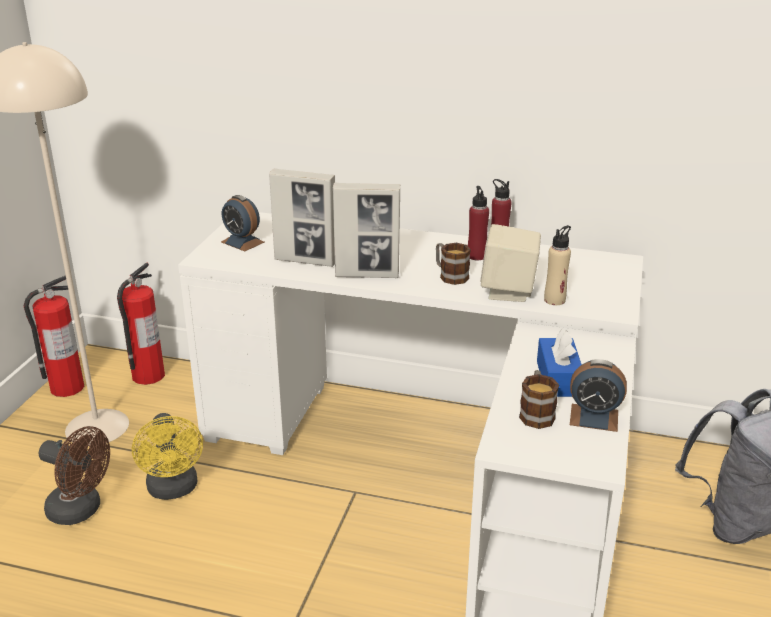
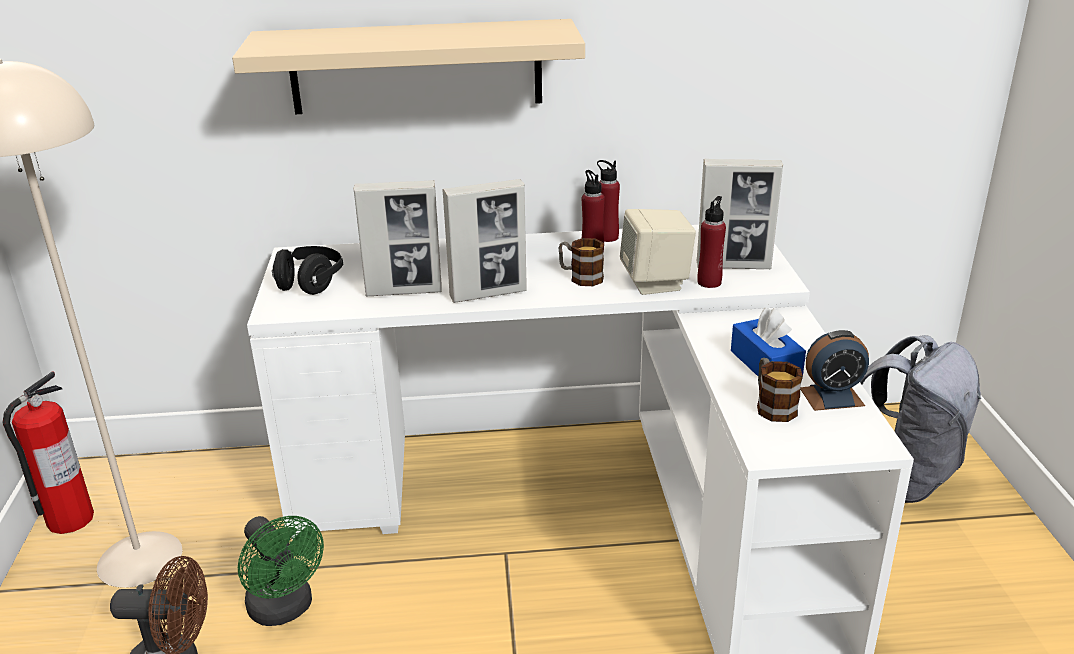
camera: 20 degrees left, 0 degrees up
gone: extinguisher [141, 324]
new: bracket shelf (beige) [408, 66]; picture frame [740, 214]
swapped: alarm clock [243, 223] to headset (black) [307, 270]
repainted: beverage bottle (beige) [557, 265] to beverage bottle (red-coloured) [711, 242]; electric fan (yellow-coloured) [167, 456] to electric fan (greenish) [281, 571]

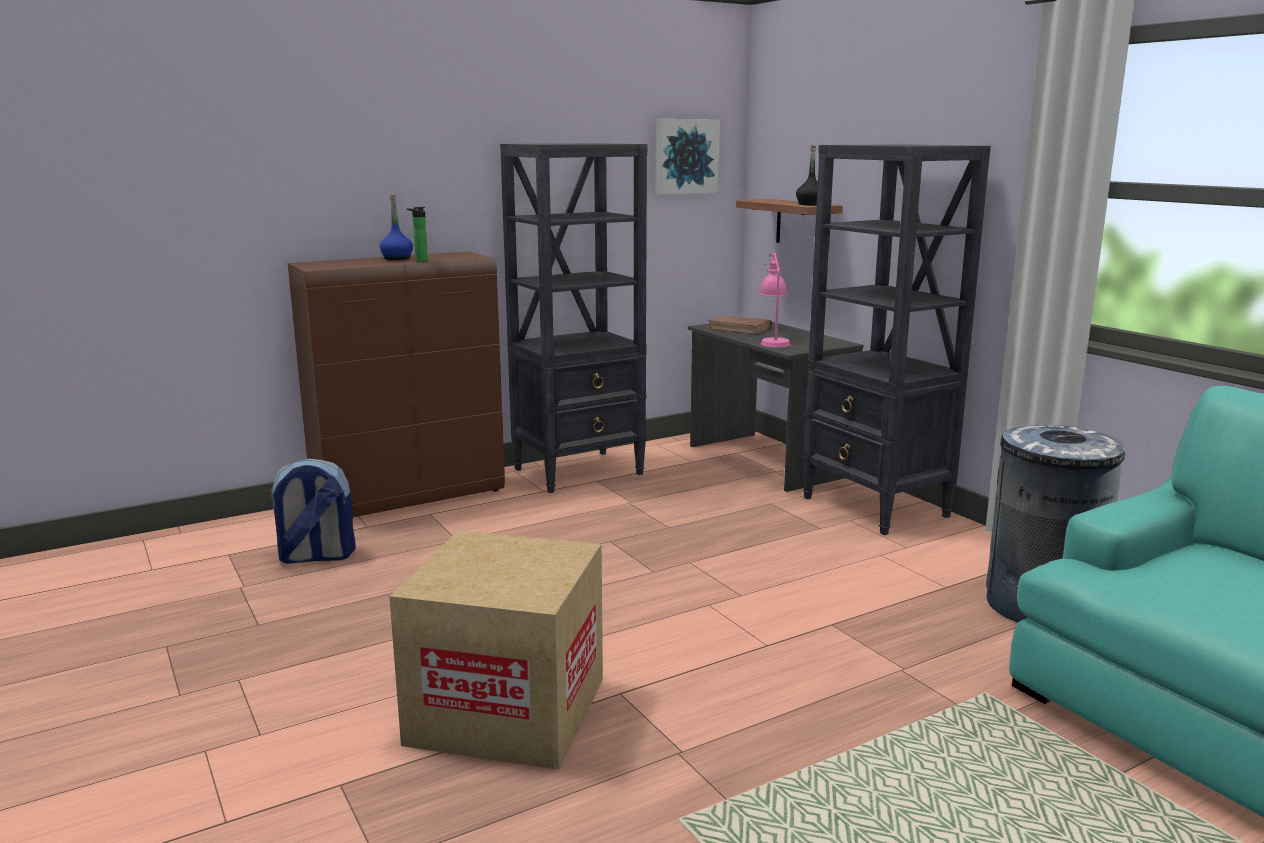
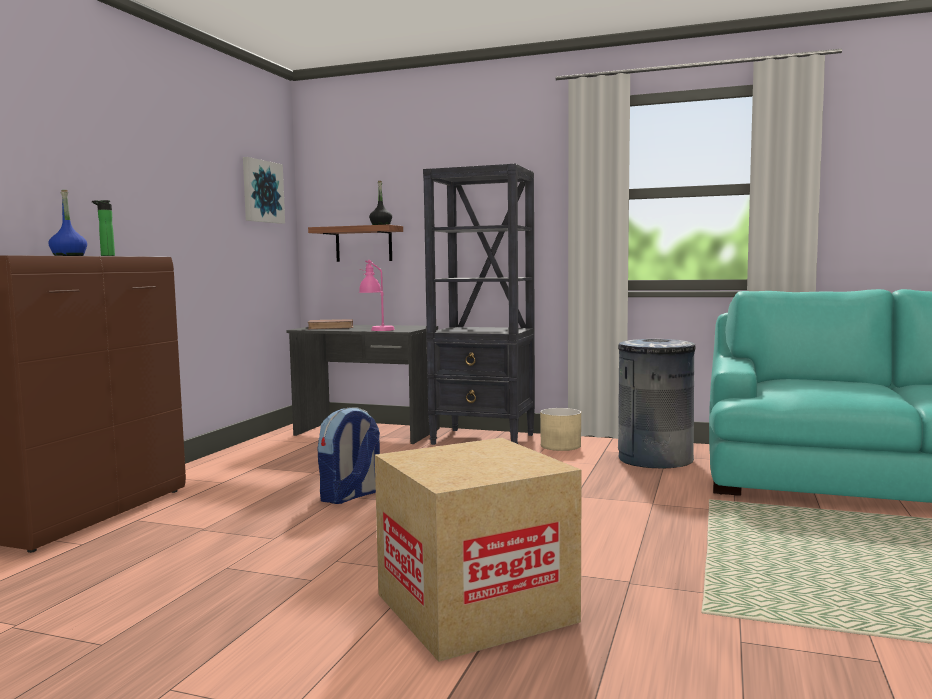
camera: 40 degrees left, 10 degrees down
gone: shelving unit (black) [573, 318]
new: planter (beige) [560, 429]
shifted: backpack [312, 511] to [349, 455]

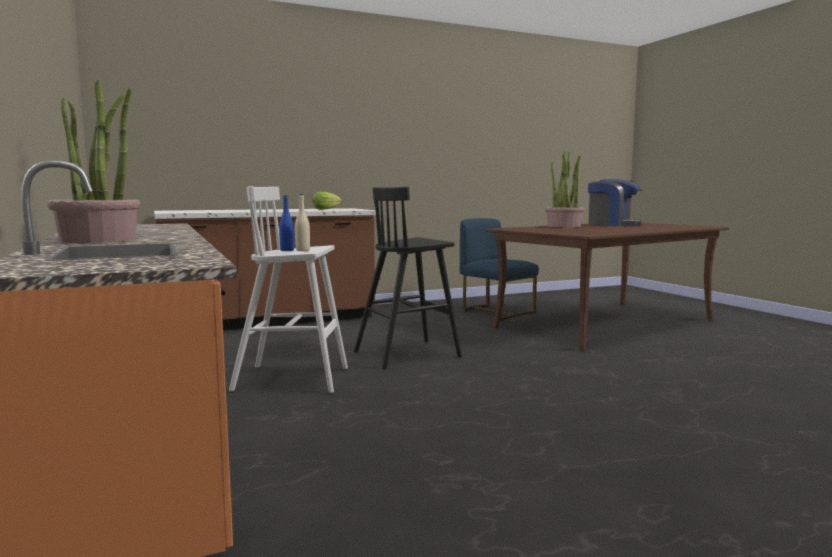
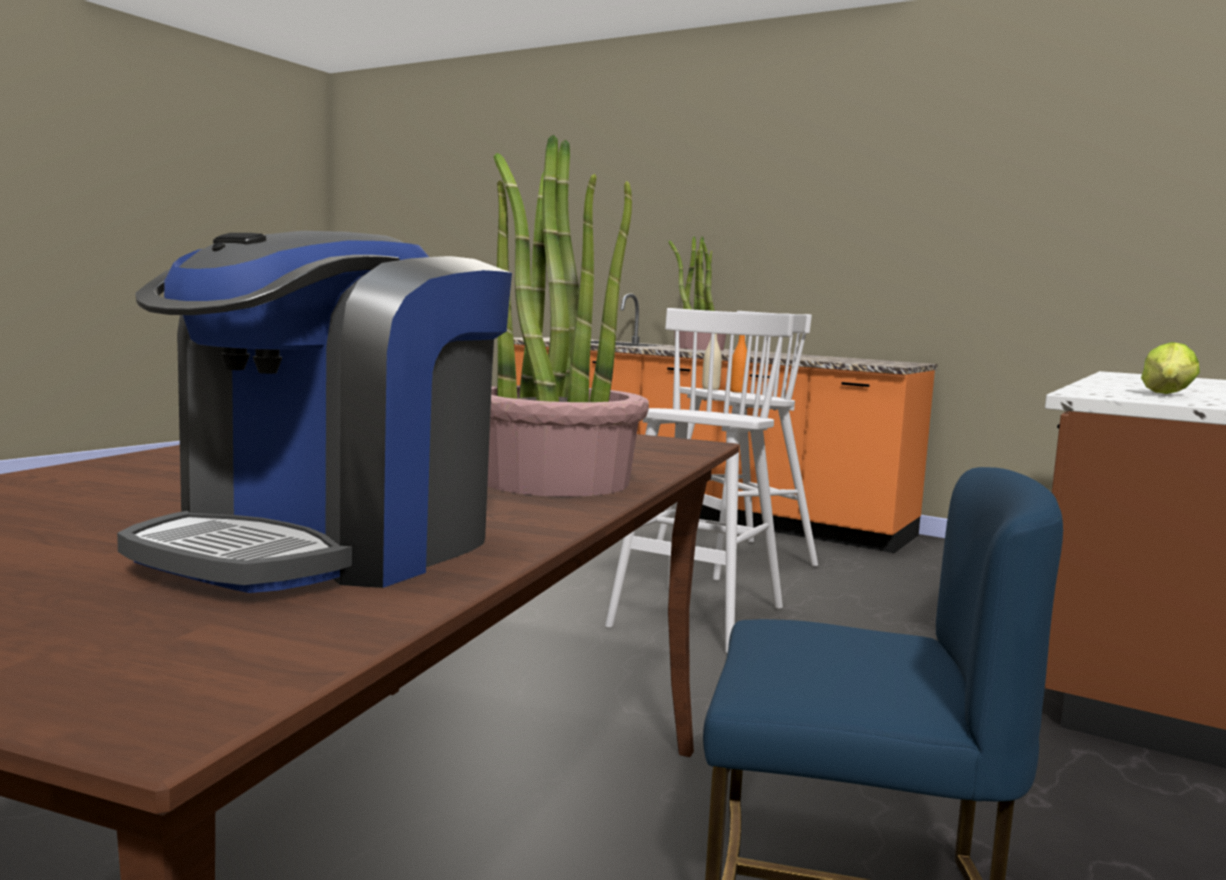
camera: 145 degrees right, 0 degrees up
repainted: stool seat (black) [408, 278] to stool seat (white-coloured) [699, 480]; beverage bottle (blue) [286, 223] to beverage bottle (orange-coloured) [739, 364]
rotated: coffee brewer [615, 202] = [314, 412] 60 degrees counterclockwise

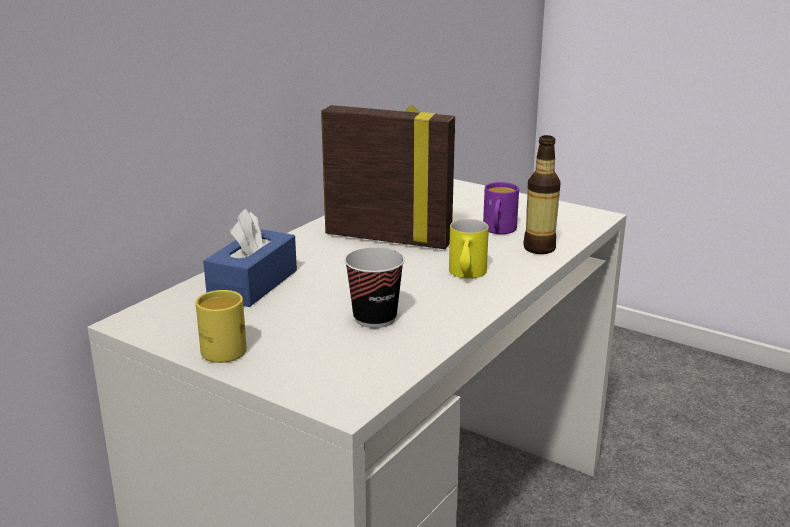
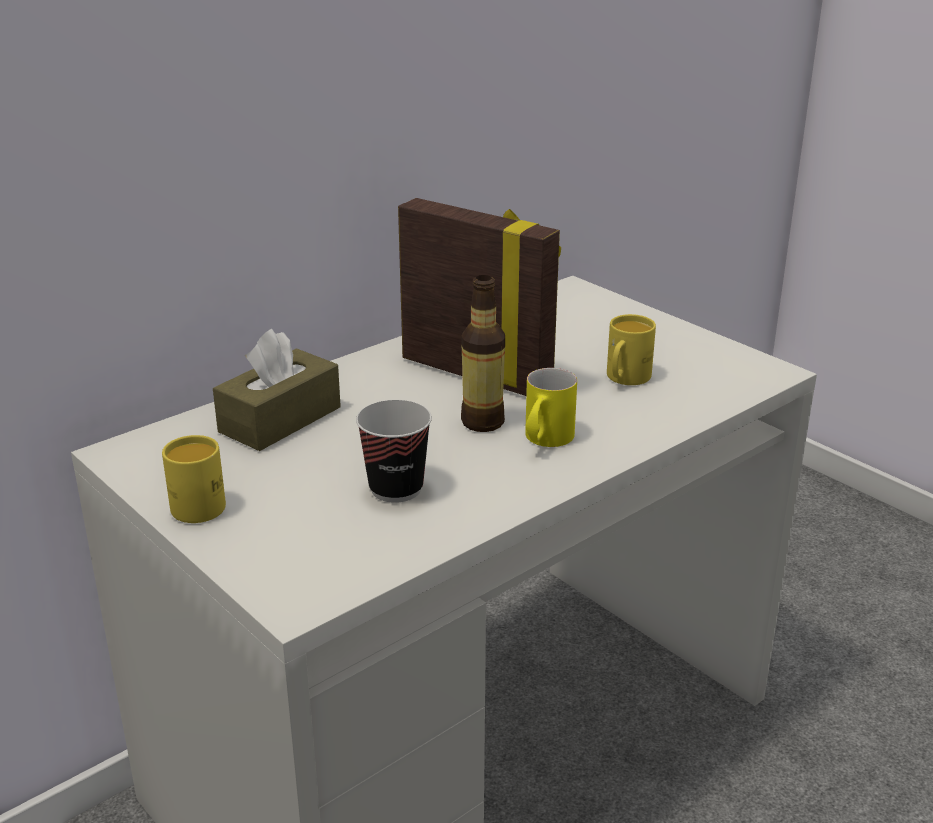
camera: 15 degrees right, 5 degrees up
shifted: beverage bottle [541, 194] to [483, 353]
repainted: tea mug (purple) [501, 208] to tea mug (yellow-coloured) [631, 349]; tissue box (blue) [250, 258] to tissue box (brown-coloured) [277, 390]

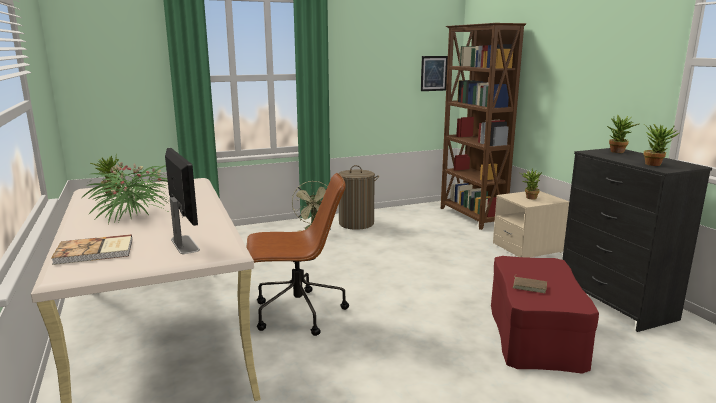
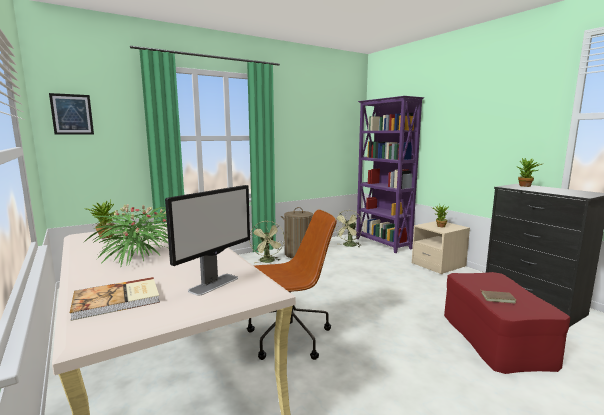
camera: 10 degrees left, 5 degrees down
gone: plant in a pot [661, 145]
new: electric fan (greenish) [349, 228]
shifted: wall art [434, 73] to [71, 114]
repainted: shelving unit (brown-coloured) [483, 126] to shelving unit (purple) [390, 174]
rotated: monitor [182, 201] = [207, 240] 75 degrees clockwise

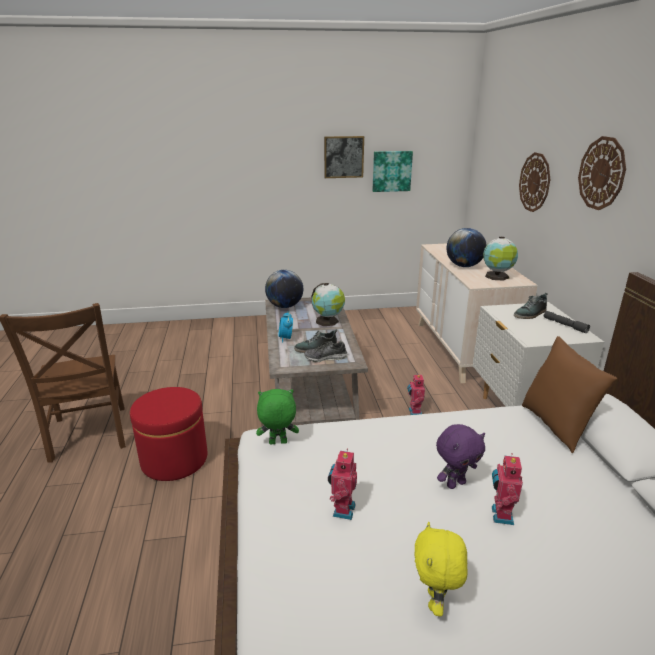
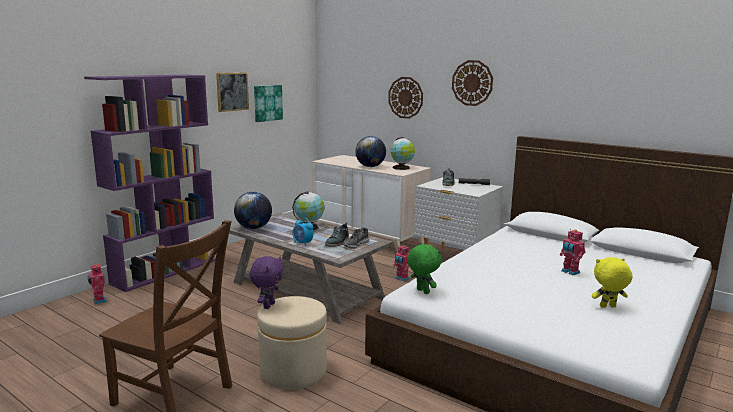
camera: 45 degrees left, 10 degrees down
gone: pillow (brown-coloured) [569, 394]
new: shelving unit (purple) [150, 183]
shifted: soft toy (purple) [460, 456] to [267, 282]; robot figure [342, 484] to [97, 284]
repainted: pouffe (red-coloured) [169, 434] to pouffe (beige) [292, 343]
rotated: soft toy (greenish) [277, 417] = [424, 268] 105 degrees clockwise; soft toy (yellow-coloured) [441, 569] = [612, 282] 120 degrees clockwise

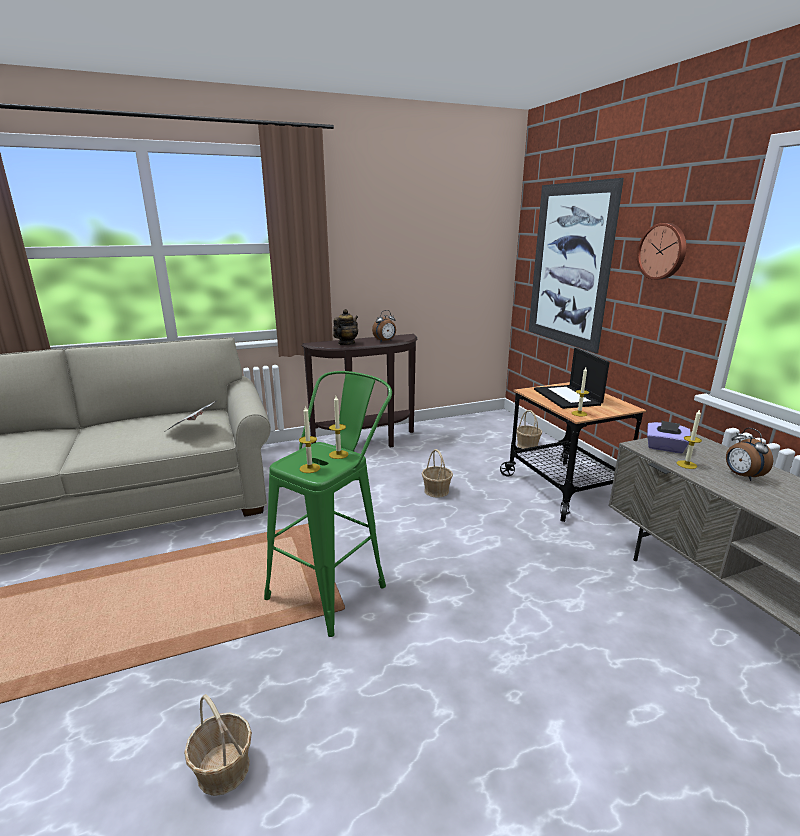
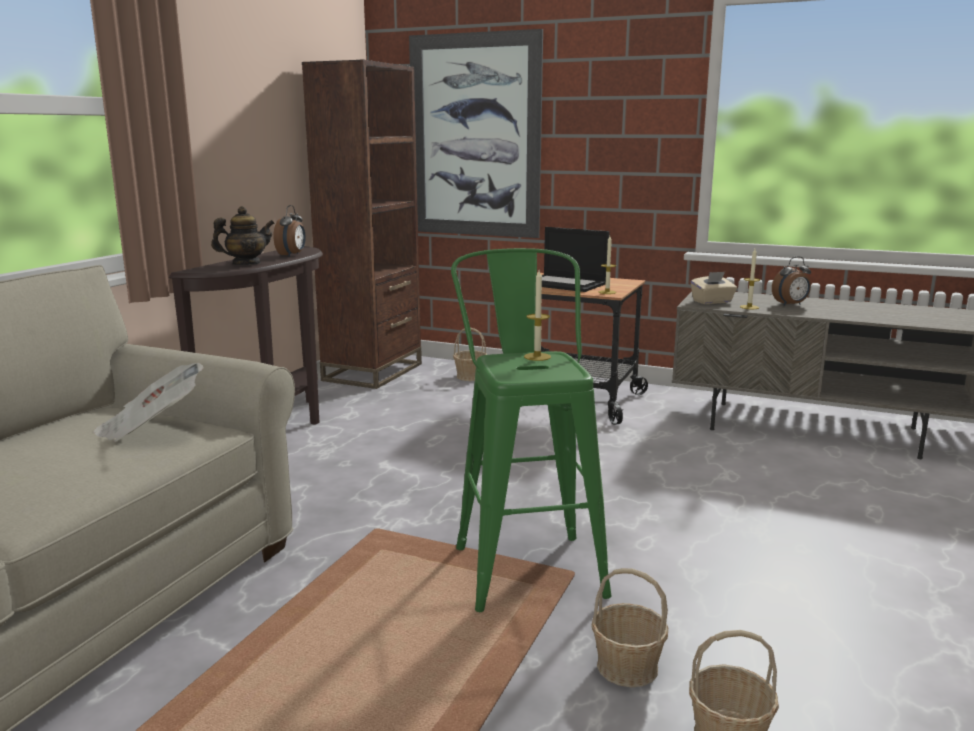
camera: 45 degrees left, 5 degrees down
gone: wall clock [661, 251]; candle [309, 439]
new: shelving unit (brown-coloured) [362, 224]
shifted: basket [437, 473] to [629, 627]
repainted: tissue box (purple) [668, 437] to tissue box (beige) [713, 288]
rotated: tea pot [345, 327] = [243, 235] 75 degrees clockwise; alarm clock [749, 454] = [791, 281] 45 degrees counterclockwise

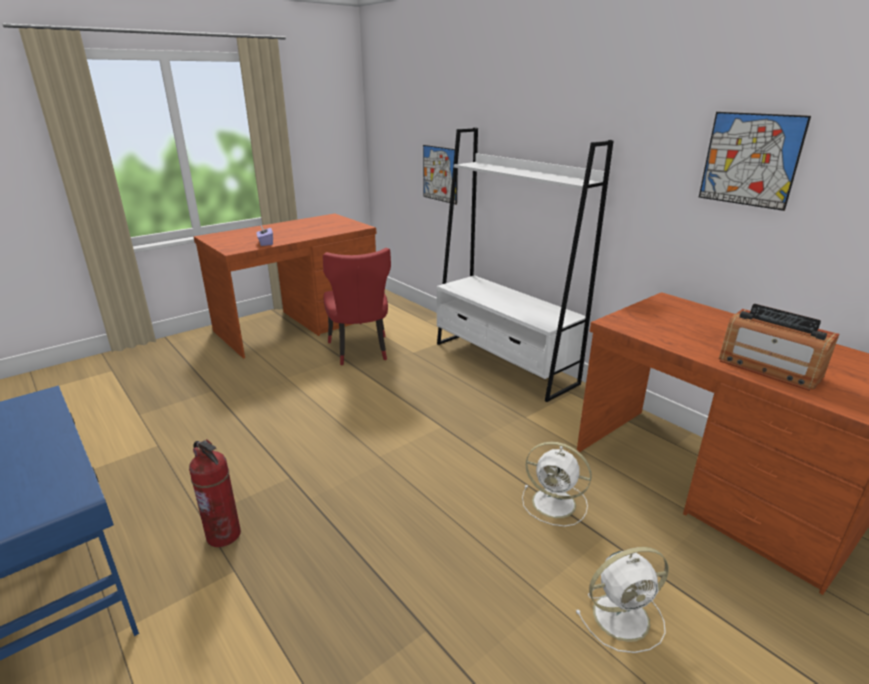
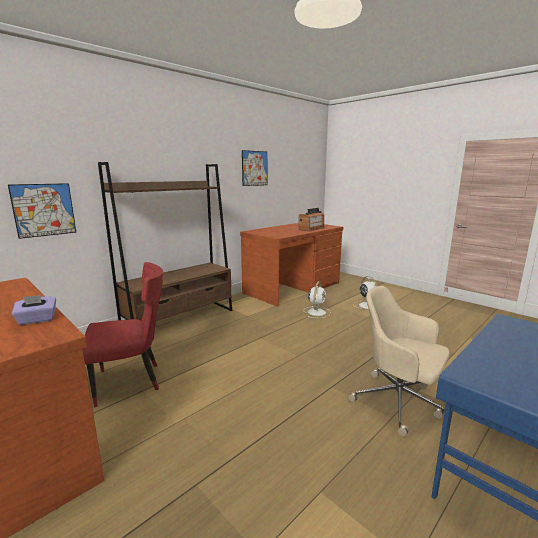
camera: 95 degrees left, 10 degrees down
swapped: extinguisher [215, 493] to office chair (beige) [399, 361]
repainted: shelving unit (white-coloured) [525, 264] to shelving unit (brown-coloured) [165, 241]

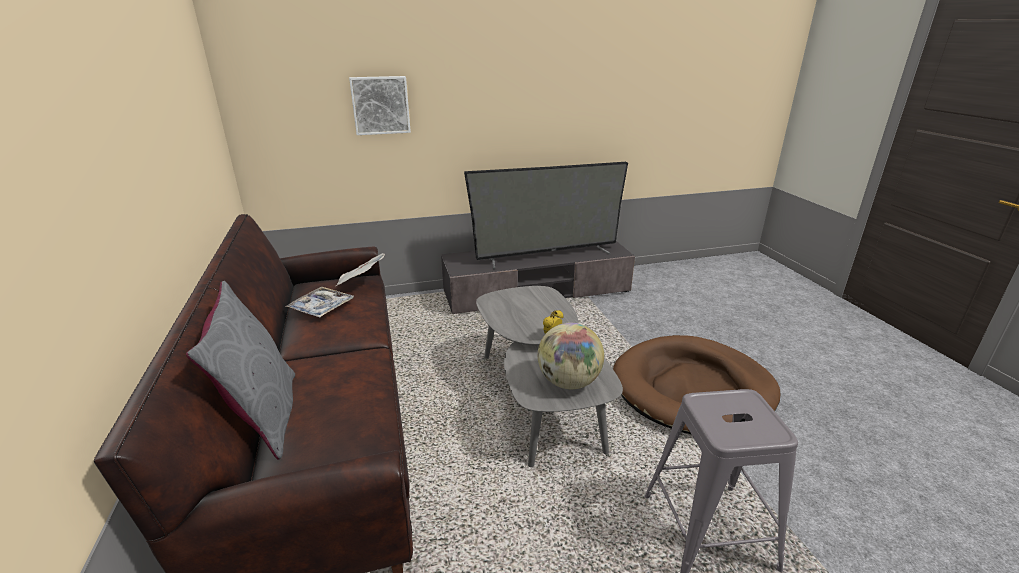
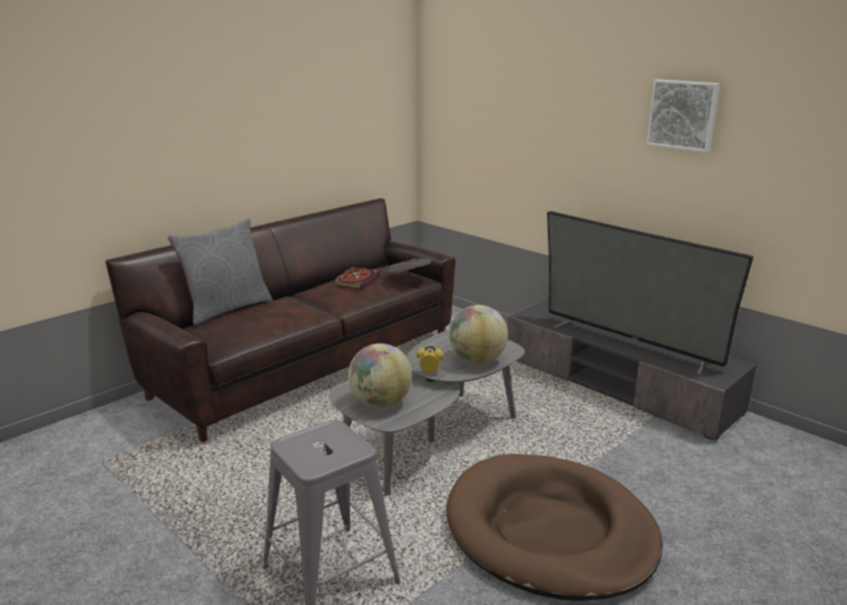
camera: 60 degrees right, 5 degrees down
new: globe [478, 334]
shifted: wall art [380, 105] to [683, 115]
swapped: serving tray [319, 302] to book [356, 278]

